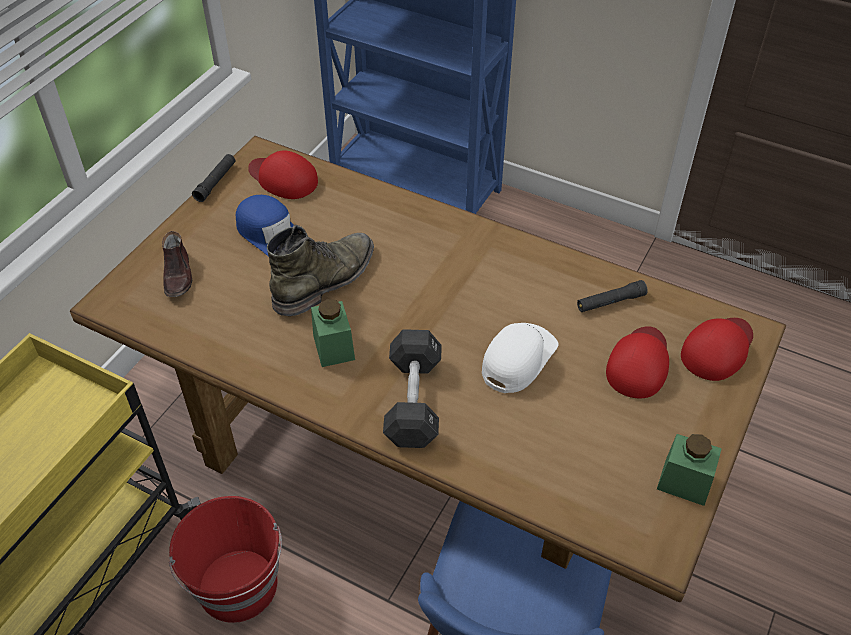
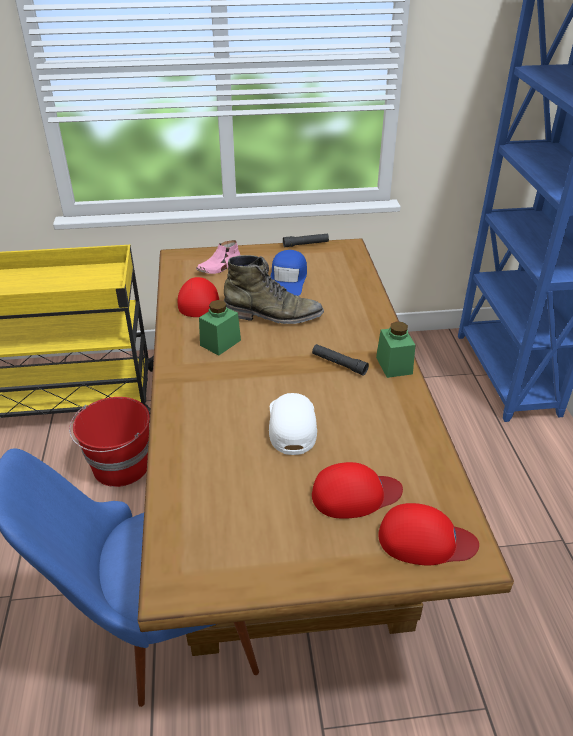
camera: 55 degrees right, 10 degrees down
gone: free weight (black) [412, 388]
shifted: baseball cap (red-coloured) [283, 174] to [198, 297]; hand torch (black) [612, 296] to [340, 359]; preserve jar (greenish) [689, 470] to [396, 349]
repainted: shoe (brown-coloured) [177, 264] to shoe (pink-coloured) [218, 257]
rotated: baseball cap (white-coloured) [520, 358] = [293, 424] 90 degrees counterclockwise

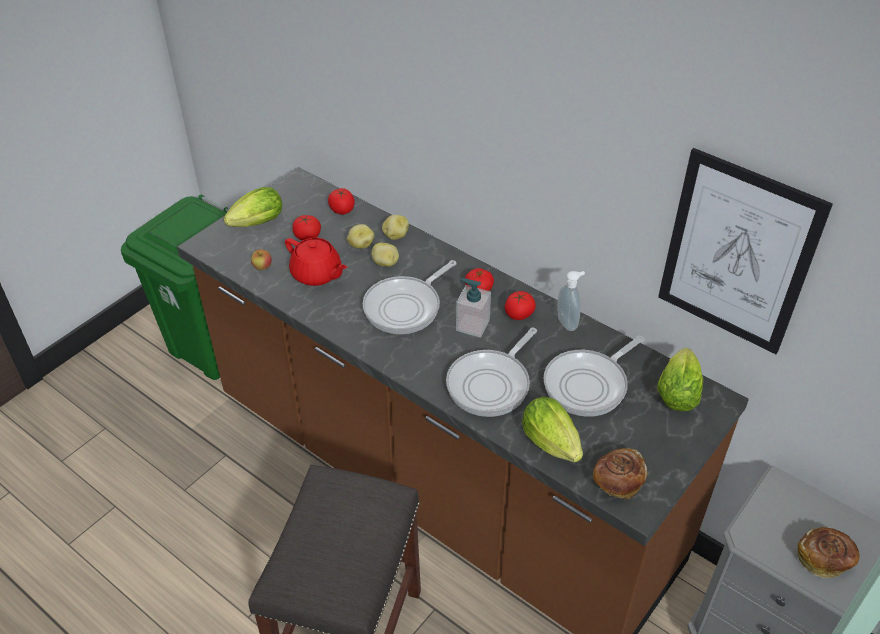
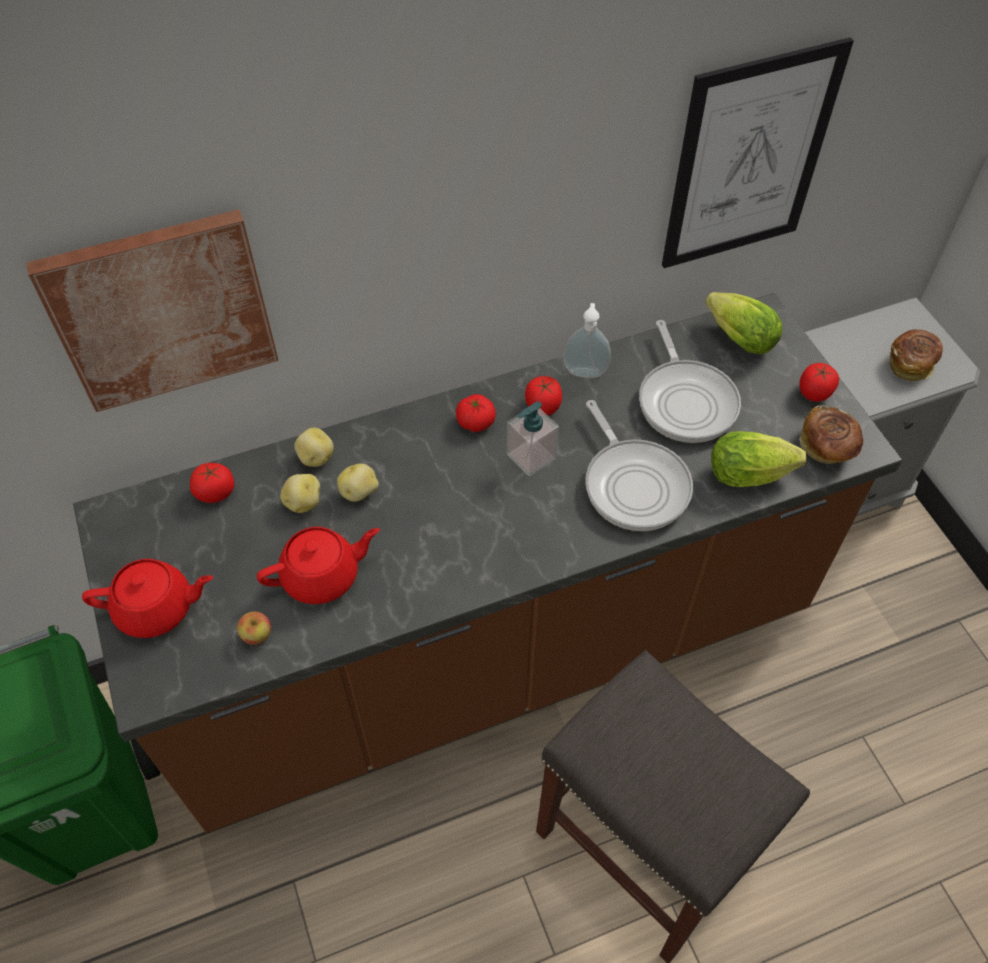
camera: 60 degrees left, 10 degrees up
gone: skillet [410, 297]
new: wall art [152, 311]
shifted: tomato [306, 228] to [819, 382]
swapped: lettuce [252, 207] to tea pot (red-coloured) [147, 598]

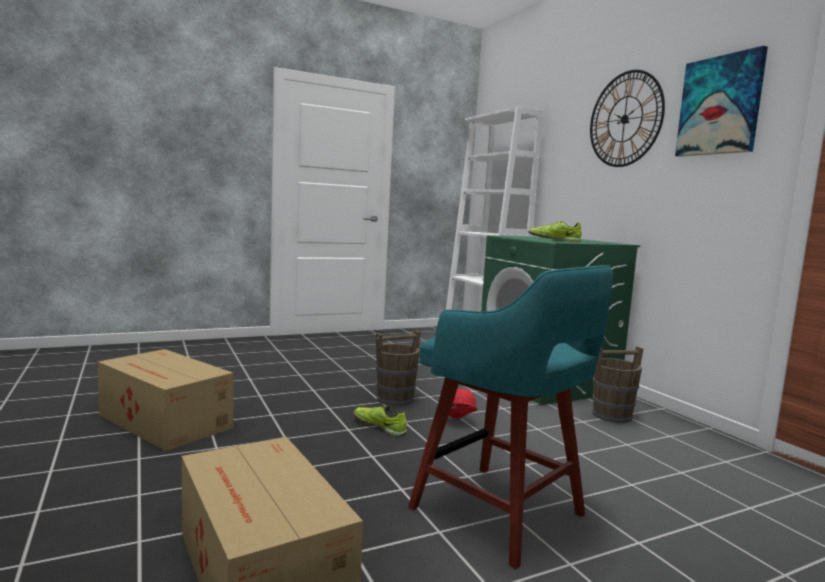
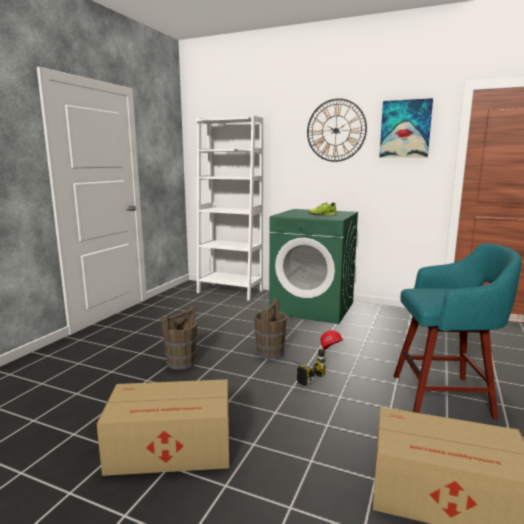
camera: 40 degrees left, 5 degrees up
shifted: bucket (brown-coloured) [617, 385] to [179, 338]
swapped: shoe [380, 421] to power drill [309, 366]

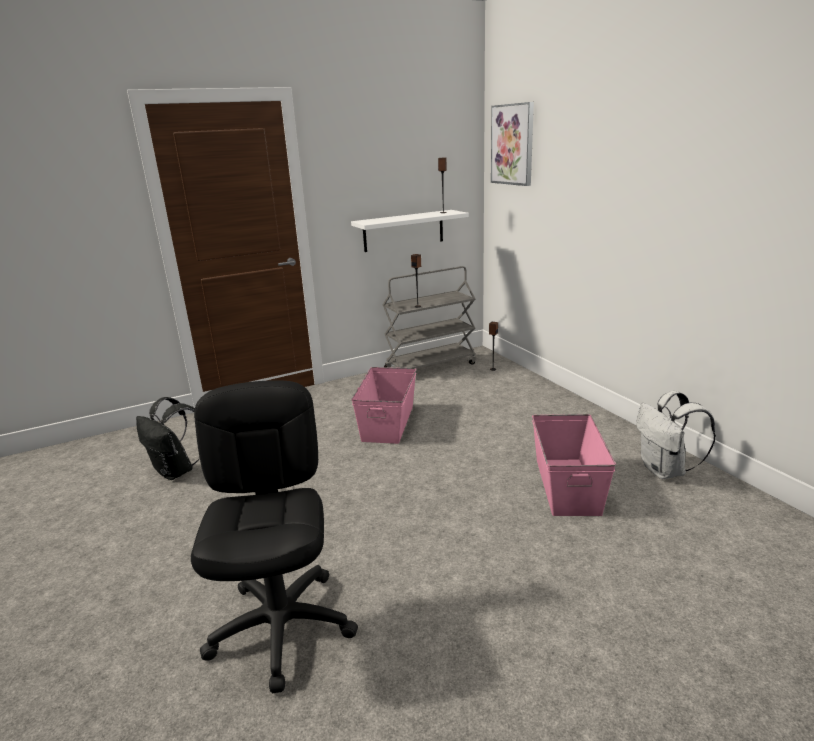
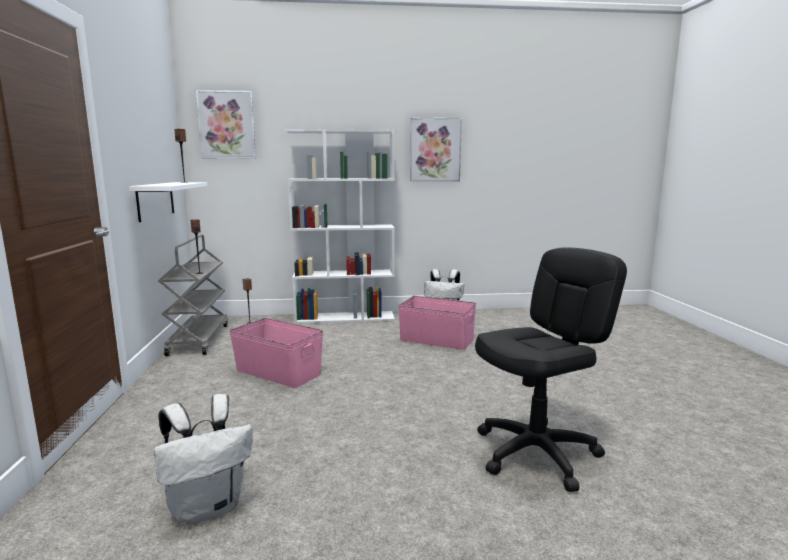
camera: 70 degrees left, 10 degrees down
new: wall art [436, 150]; shelving unit (white-coloured) [340, 226]
repainted: backpack (black) [168, 438] to backpack (white-coloured) [203, 459]
rotated: office chair (black) [274, 537] = [551, 369] 135 degrees clockwise

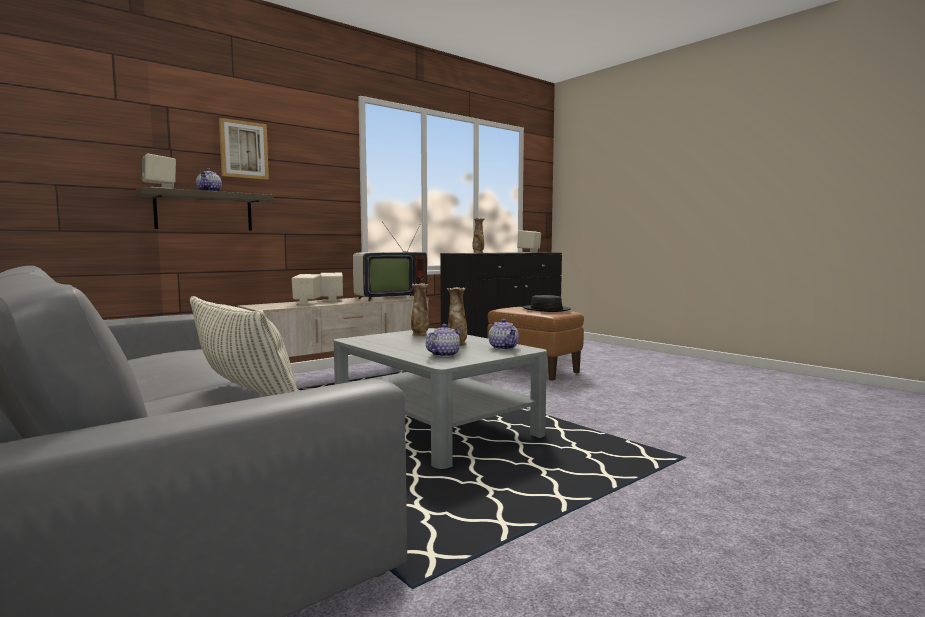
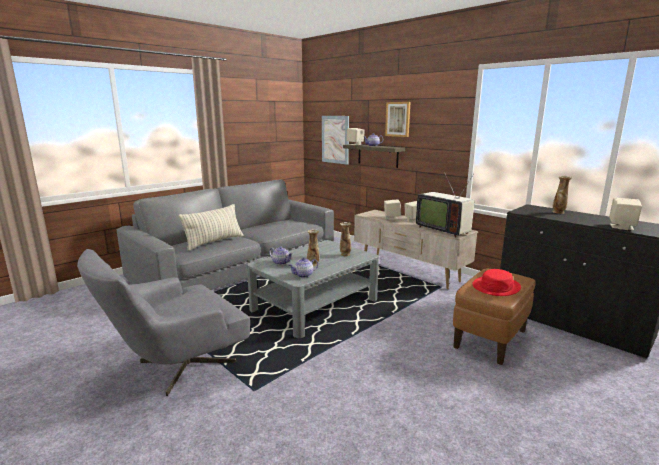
camera: 85 degrees right, 10 degrees up
new: wall art [335, 140]; lounge chair (gray) [163, 322]
repainted: wearable hat (black) [547, 303] to wearable hat (red-coloured) [496, 282]

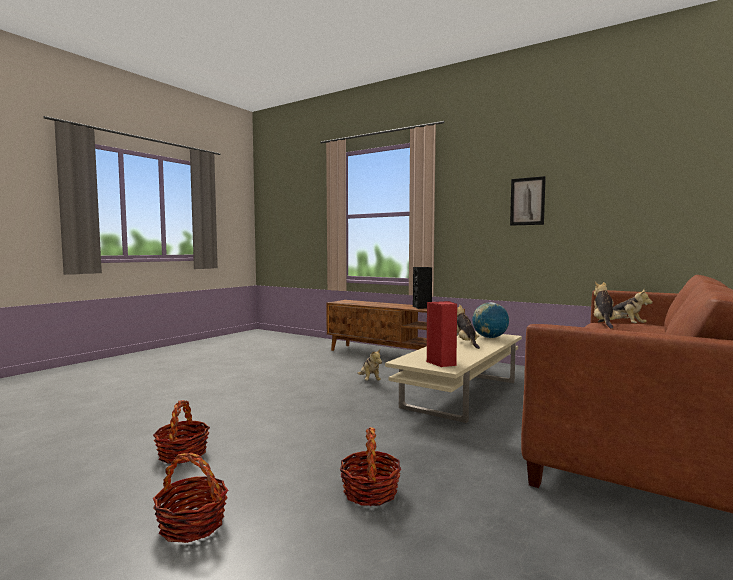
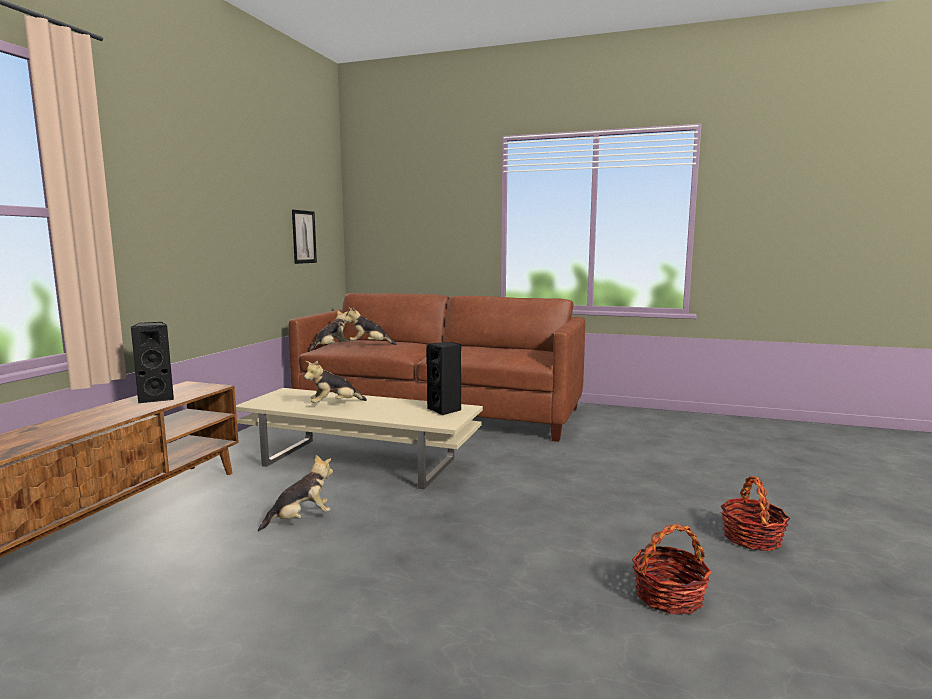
camera: 105 degrees left, 5 degrees up
gone: globe [490, 320]; basket [370, 466]
shifted: wall art [528, 201] to [304, 237]
repainted: audio speaker (red-coloured) [442, 334] to audio speaker (black) [444, 378]

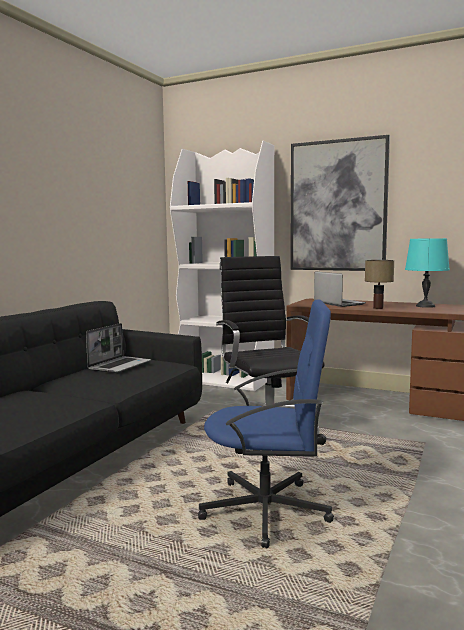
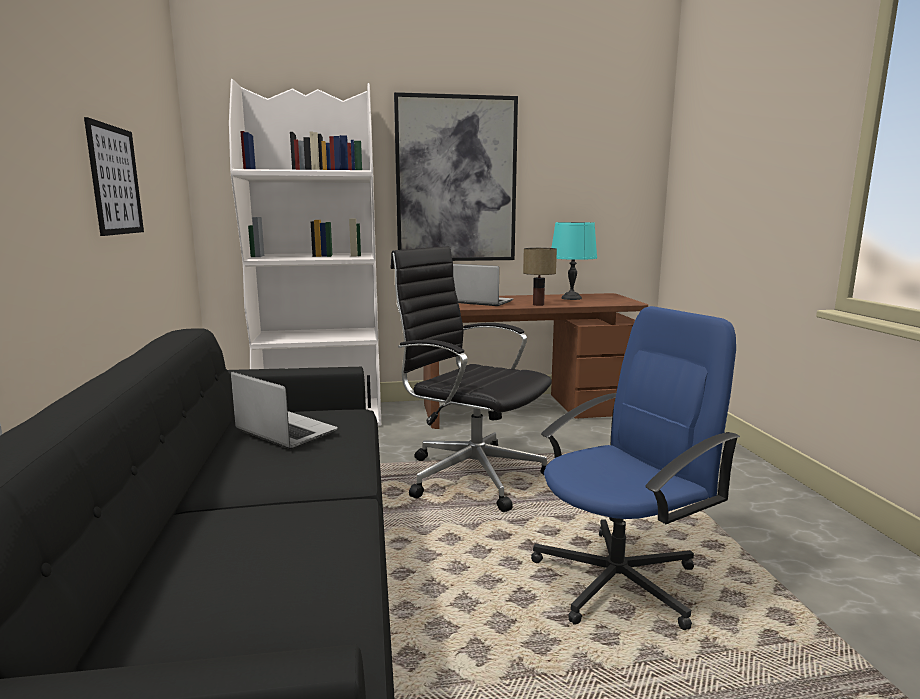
camera: 35 degrees left, 5 degrees up
new: wall art [114, 176]
rotated: laptop [118, 348] = [284, 410] 45 degrees counterclockwise

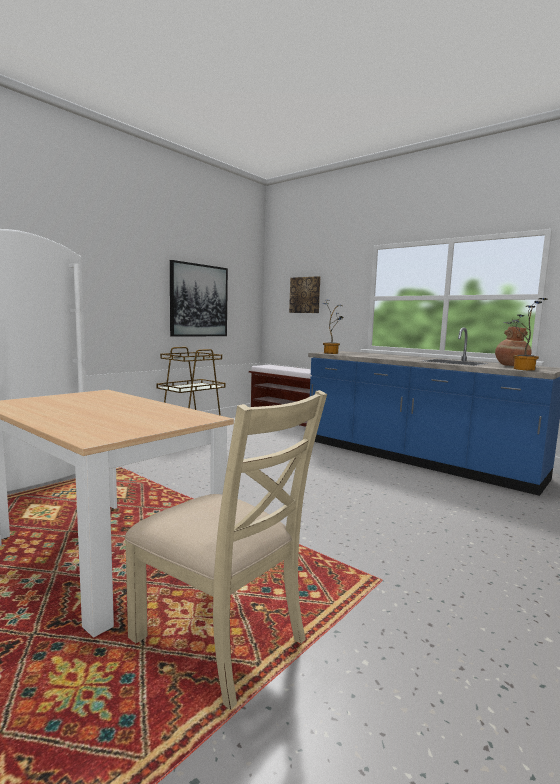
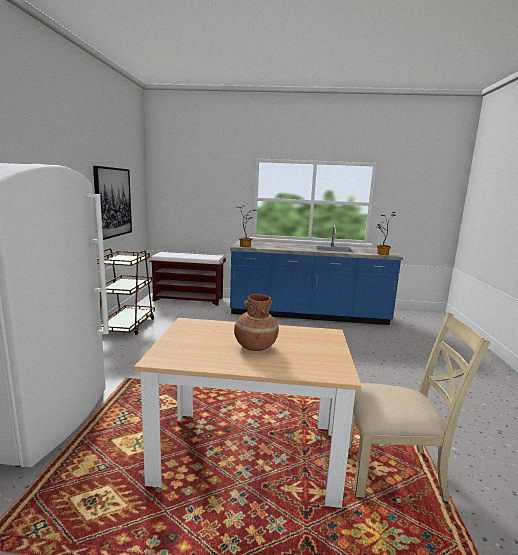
camera: 35 degrees left, 5 degrees up
gone: wall art [304, 294]
shifted: decorative vase (brown-coloured) [513, 346] to [256, 322]

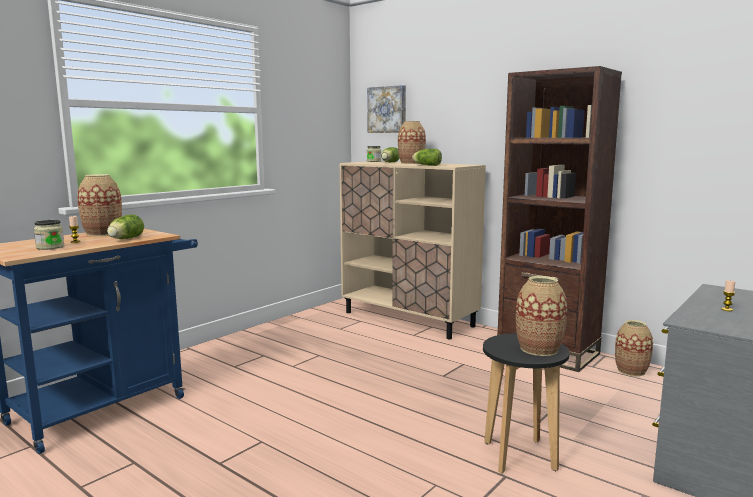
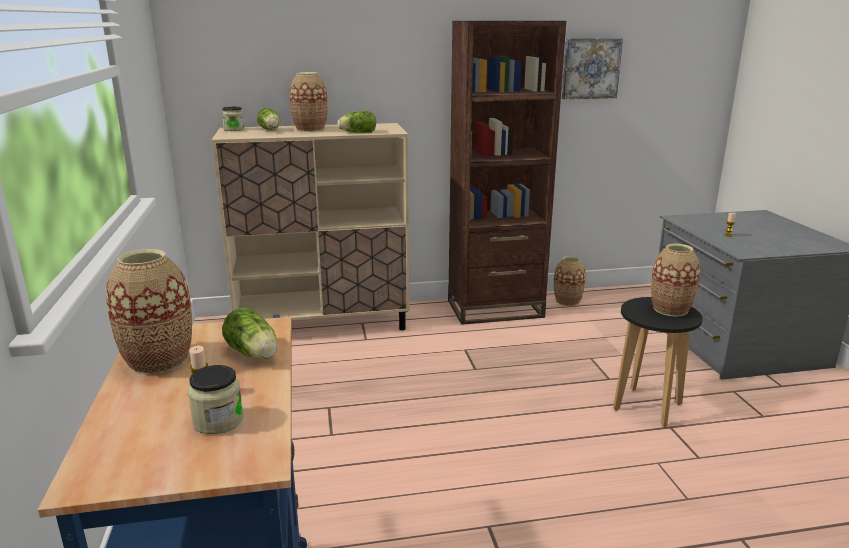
camera: 50 degrees left, 10 degrees up
shifted: wall art [386, 109] to [592, 68]

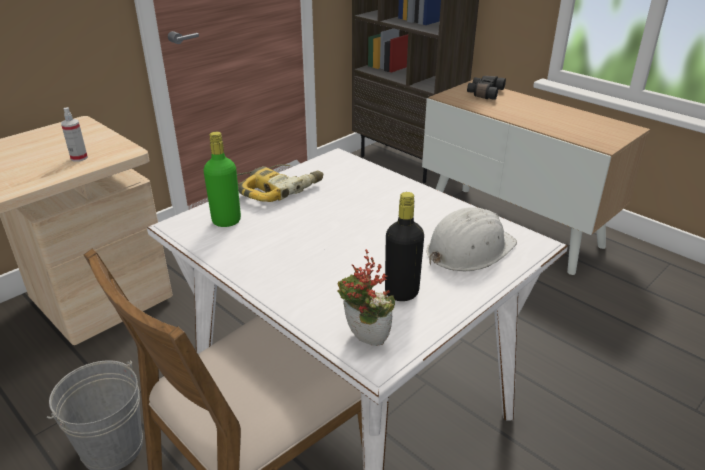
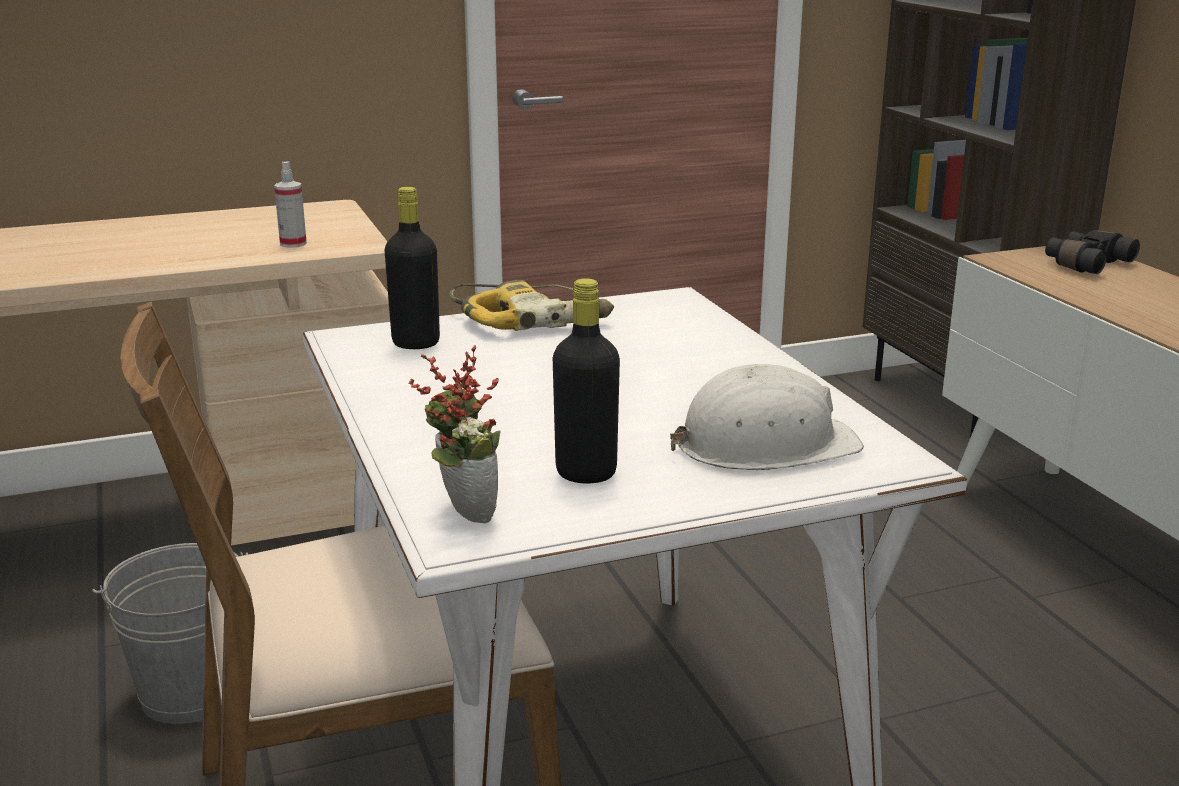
camera: 25 degrees right, 10 degrees down
repainted: beverage bottle (greenish) [222, 179] to beverage bottle (black) [412, 268]

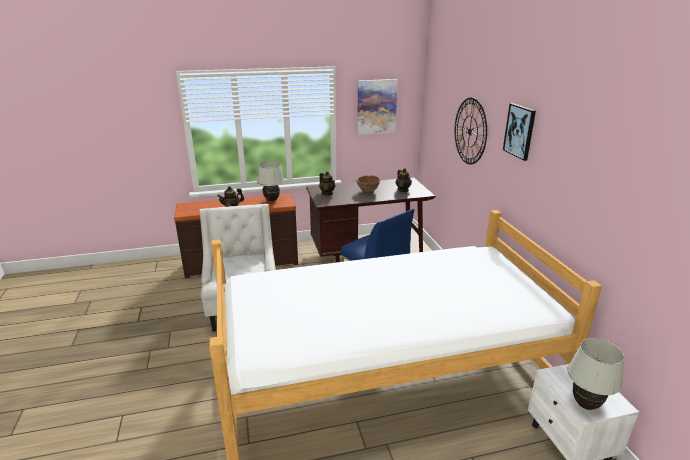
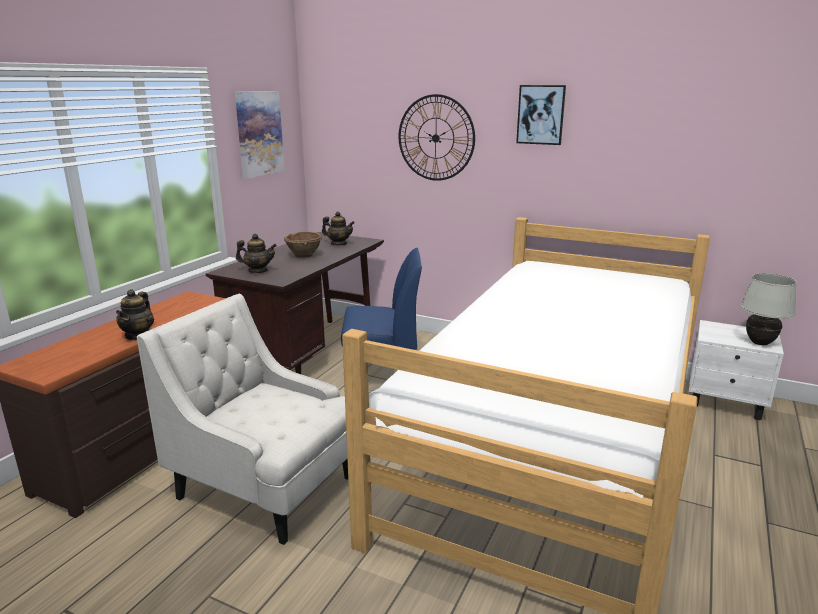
camera: 50 degrees left, 5 degrees down
gone: table lamp (white-coloured) [270, 181]

